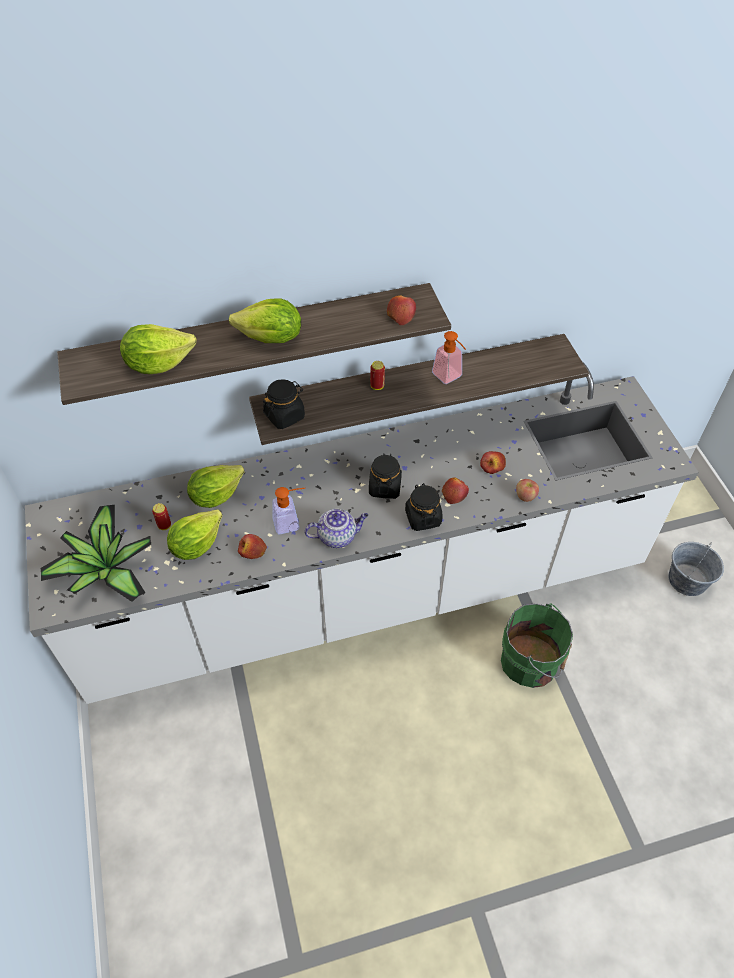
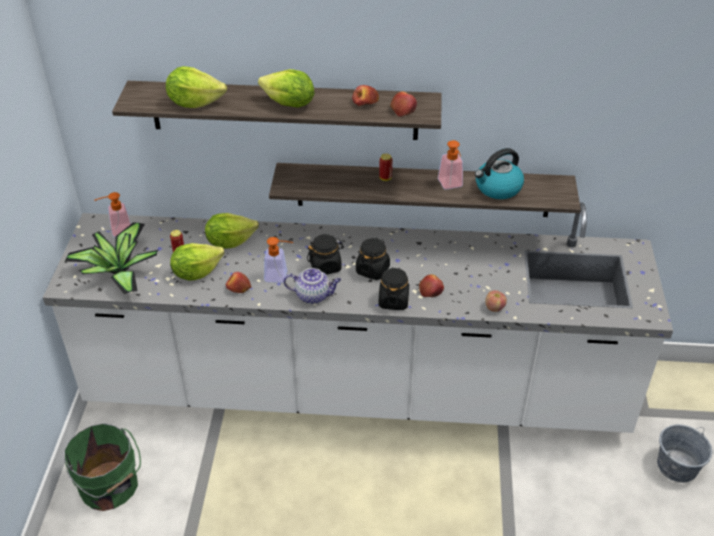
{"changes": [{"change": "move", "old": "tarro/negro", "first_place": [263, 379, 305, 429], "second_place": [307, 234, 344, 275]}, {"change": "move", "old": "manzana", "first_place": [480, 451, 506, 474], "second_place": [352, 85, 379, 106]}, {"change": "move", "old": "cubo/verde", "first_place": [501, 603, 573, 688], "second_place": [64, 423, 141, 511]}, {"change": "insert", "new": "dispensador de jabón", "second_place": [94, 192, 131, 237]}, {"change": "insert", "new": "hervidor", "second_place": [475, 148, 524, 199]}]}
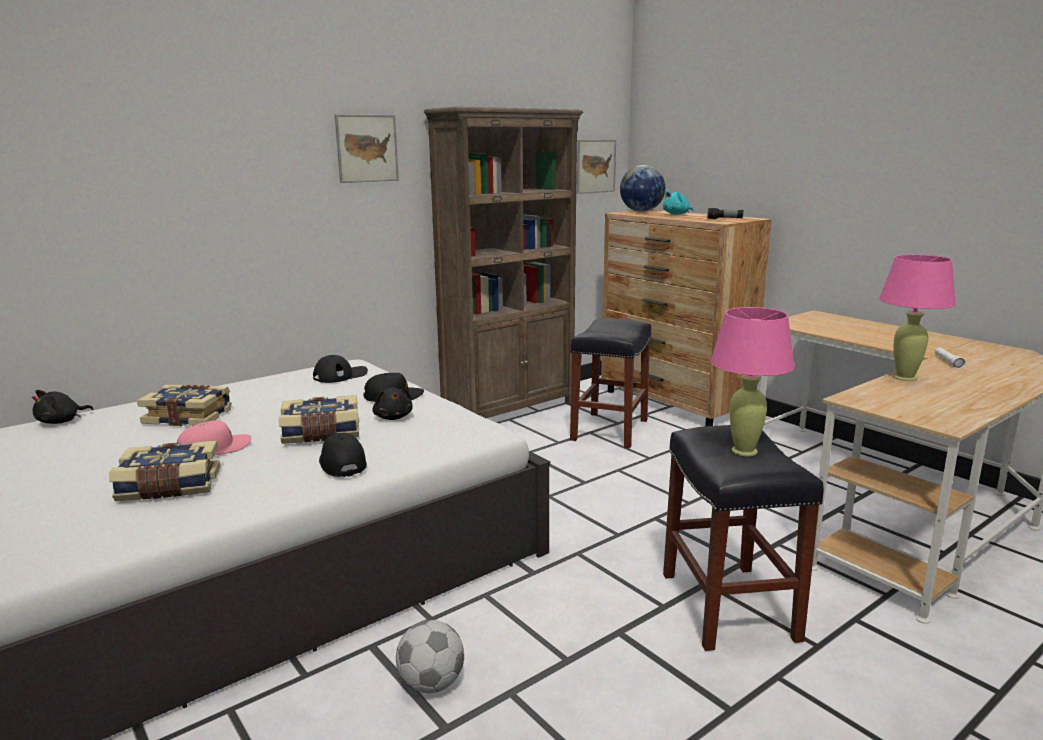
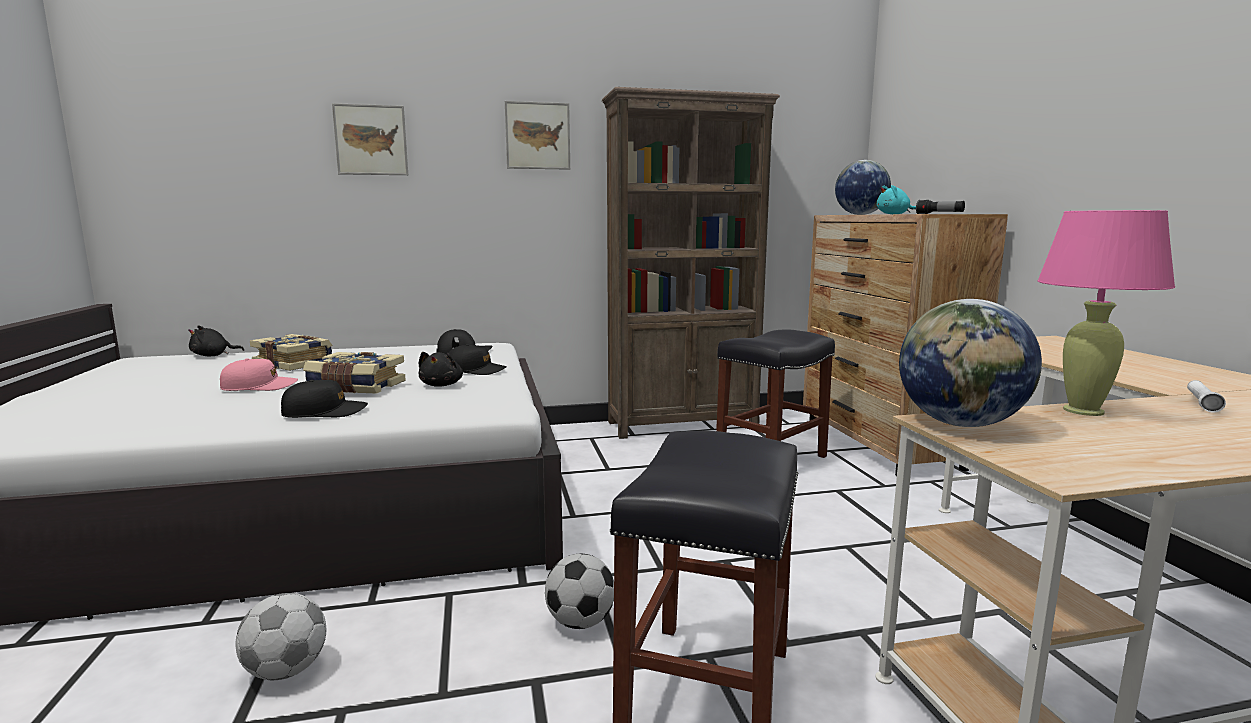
{"changes": [{"change": "delete", "old": "libro", "first_place": [109, 441, 221, 501]}, {"change": "rotate", "old": "gorra/negro", "first_place": [319, 433, 367, 477], "second_place": [281, 380, 368, 418], "degrees": 75}, {"change": "move", "old": "cuadro", "first_place": [577, 140, 616, 194], "second_place": [332, 103, 408, 175]}, {"change": "delete", "old": "lámpara de mesa/rosa", "first_place": [711, 307, 795, 456]}, {"change": "insert", "new": "balón de fútbol", "second_place": [545, 554, 614, 629]}, {"change": "insert", "new": "globo terráqueo", "second_place": [899, 299, 1042, 427]}]}
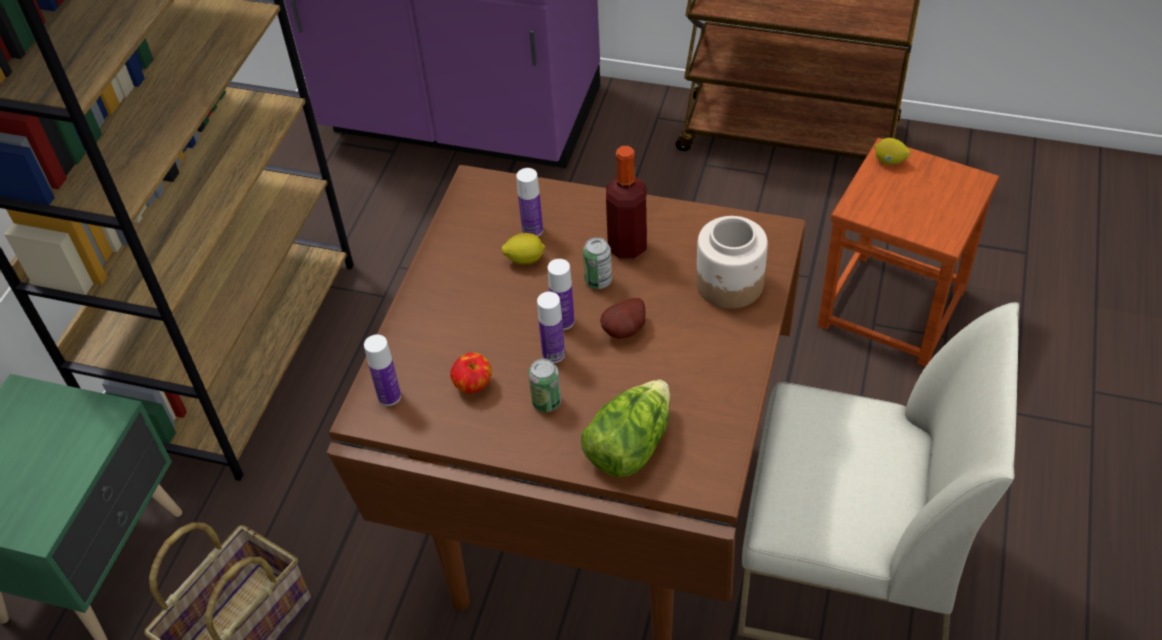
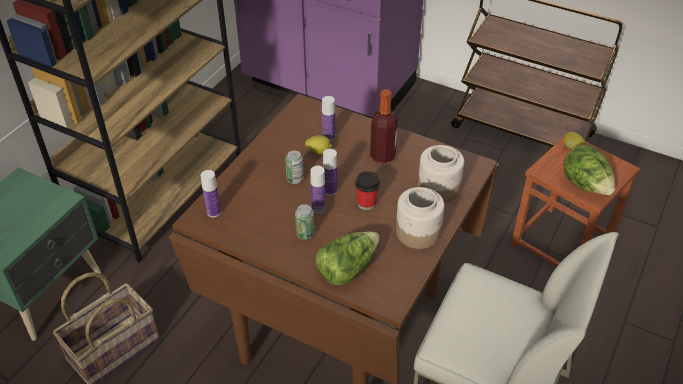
{"changes": [{"change": "delete", "old": "manzana", "first_place": [450, 352, 492, 394]}, {"change": "move", "old": "lata", "first_place": [583, 237, 612, 289], "second_place": [285, 151, 304, 184]}, {"change": "replace", "old": "patata", "new": "taza", "first_place": [600, 298, 645, 339], "second_place": [355, 171, 380, 210]}, {"change": "insert", "new": "tarro", "second_place": [396, 187, 444, 249]}, {"change": "insert", "new": "lechuga", "second_place": [564, 144, 615, 195]}]}
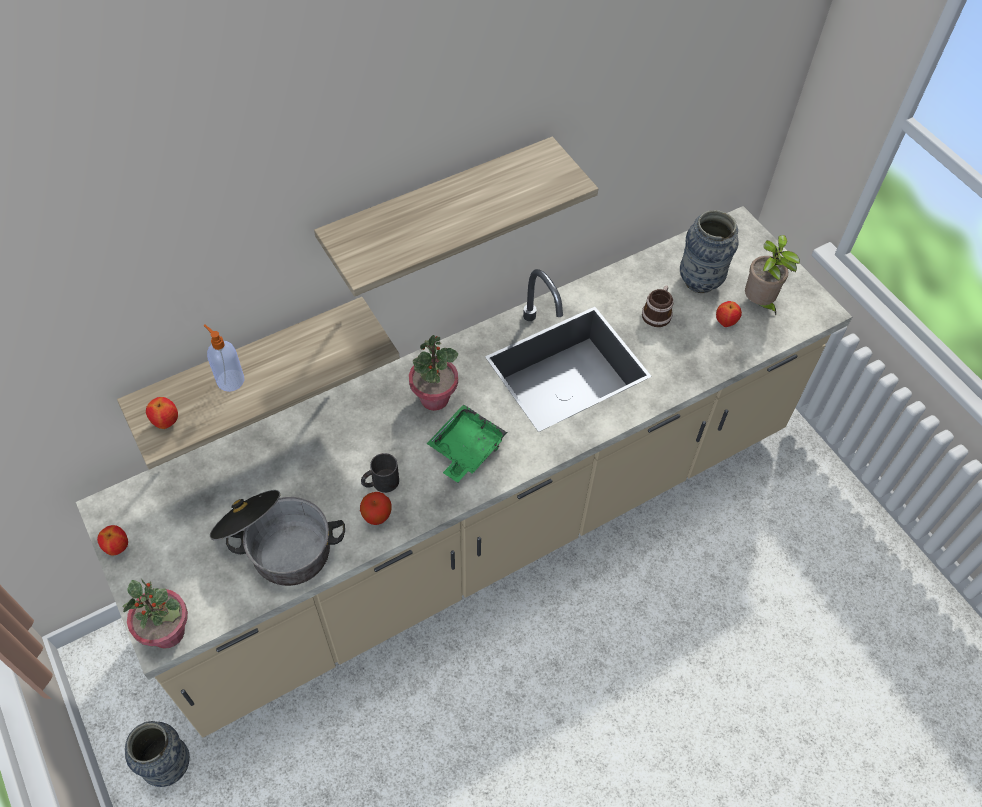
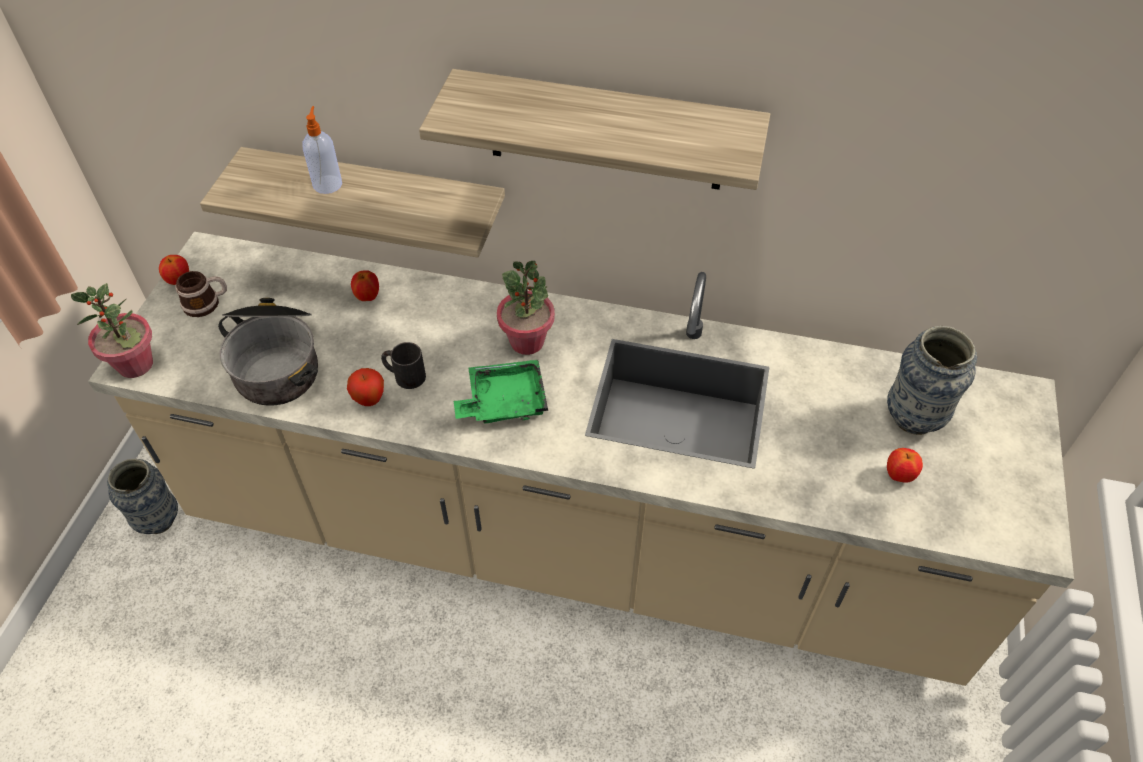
{"changes": [{"change": "move", "old": "manzana", "first_place": [146, 397, 178, 429], "second_place": [351, 270, 379, 301]}, {"change": "move", "old": "taza grande", "first_place": [642, 285, 674, 327], "second_place": [176, 271, 227, 317]}, {"change": "delete", "old": "planta en maceta", "first_place": [745, 235, 800, 315]}]}
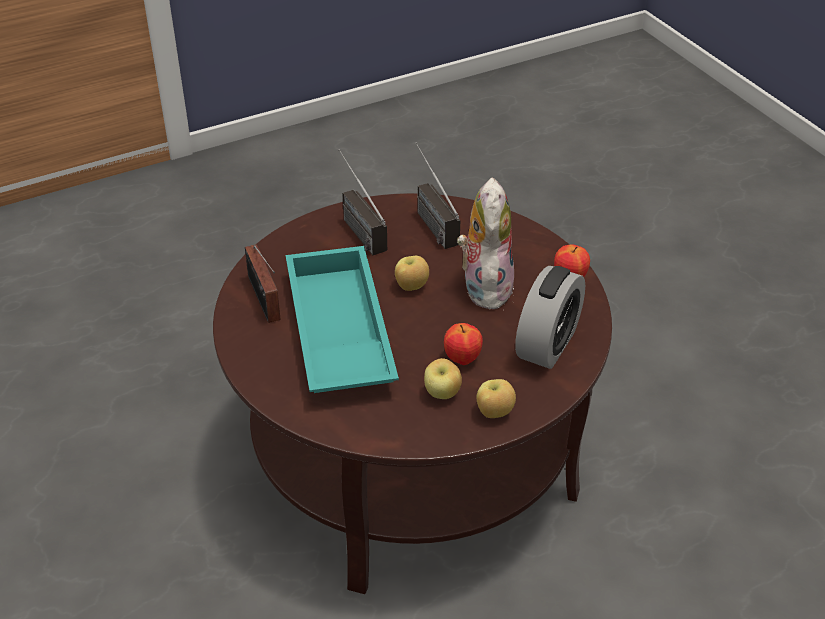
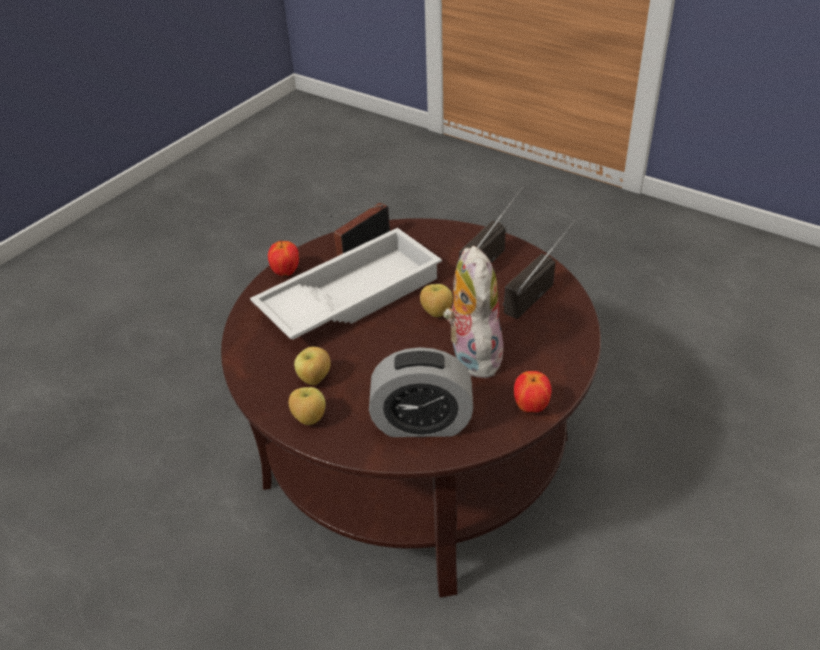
{"changes": [{"change": "recolor", "old": "bandeja/turquesa", "new": "bandeja/blanco", "first_place": [286, 246, 399, 393], "second_place": [250, 228, 442, 340]}, {"change": "move", "old": "manzana", "first_place": [444, 323, 483, 365], "second_place": [268, 240, 299, 276]}, {"change": "rotate", "old": "peluche", "first_place": [457, 177, 514, 309], "second_place": [443, 246, 503, 378], "degrees": -75}]}
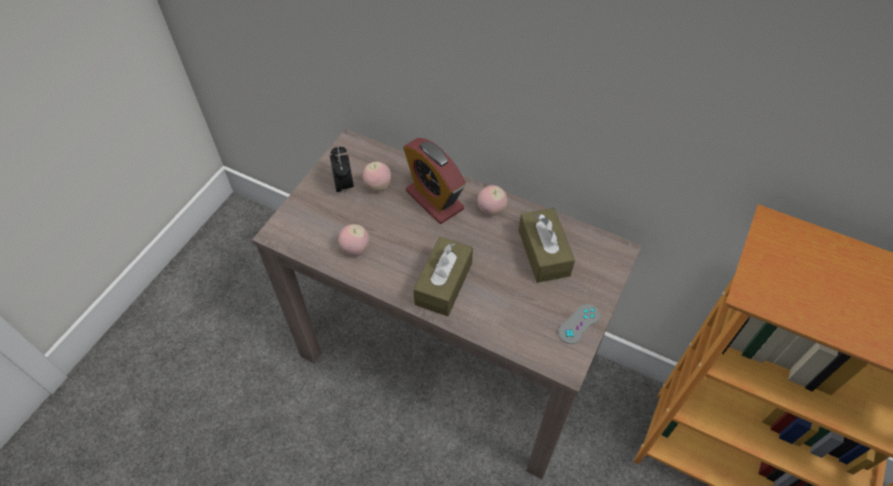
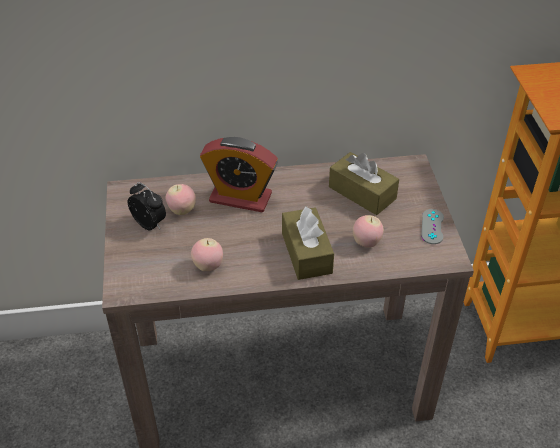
{"changes": [{"change": "move", "old": "manzana", "first_place": [478, 185, 507, 216], "second_place": [353, 215, 384, 248]}]}
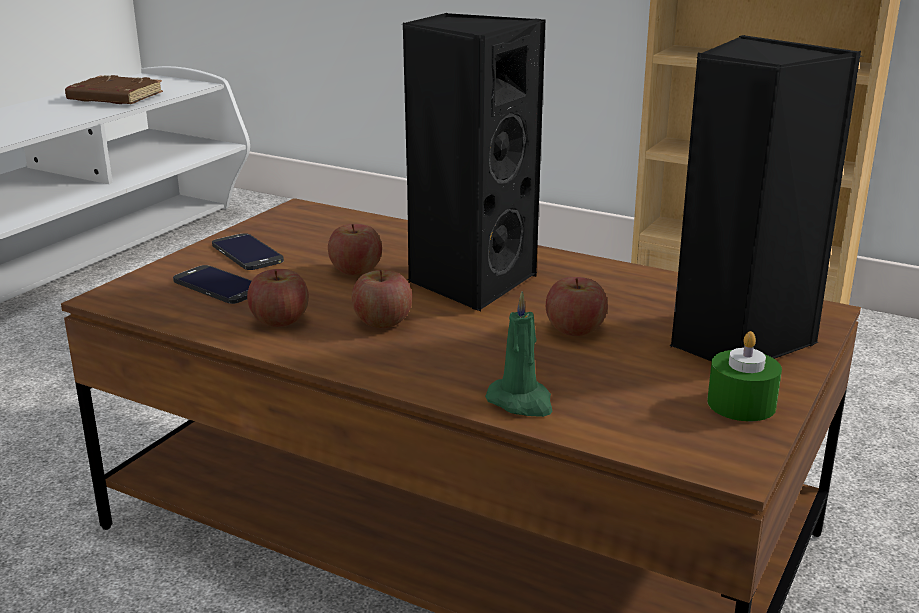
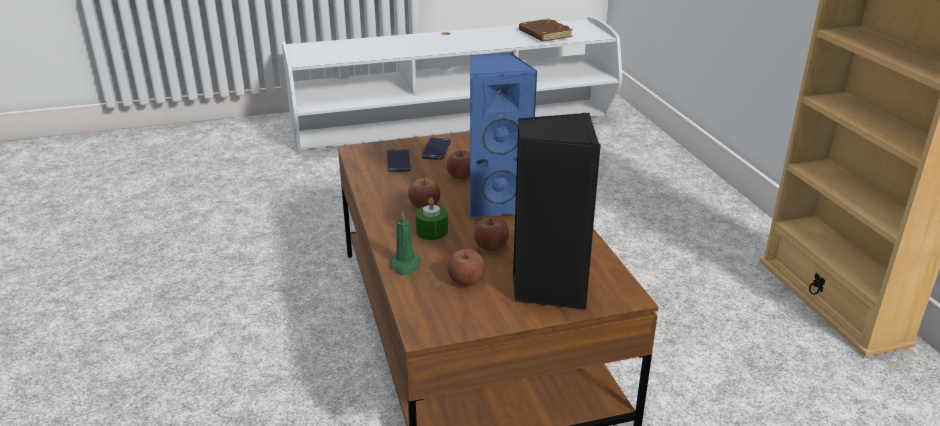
{"changes": [{"change": "move", "old": "manzana", "first_place": [247, 269, 309, 327], "second_place": [447, 249, 485, 286]}, {"change": "recolor", "old": "altavoz/negro", "new": "altavoz/azul", "first_place": [401, 13, 545, 312], "second_place": [470, 52, 538, 218]}, {"change": "move", "old": "vela/verde", "first_place": [707, 331, 782, 421], "second_place": [415, 198, 448, 240]}]}
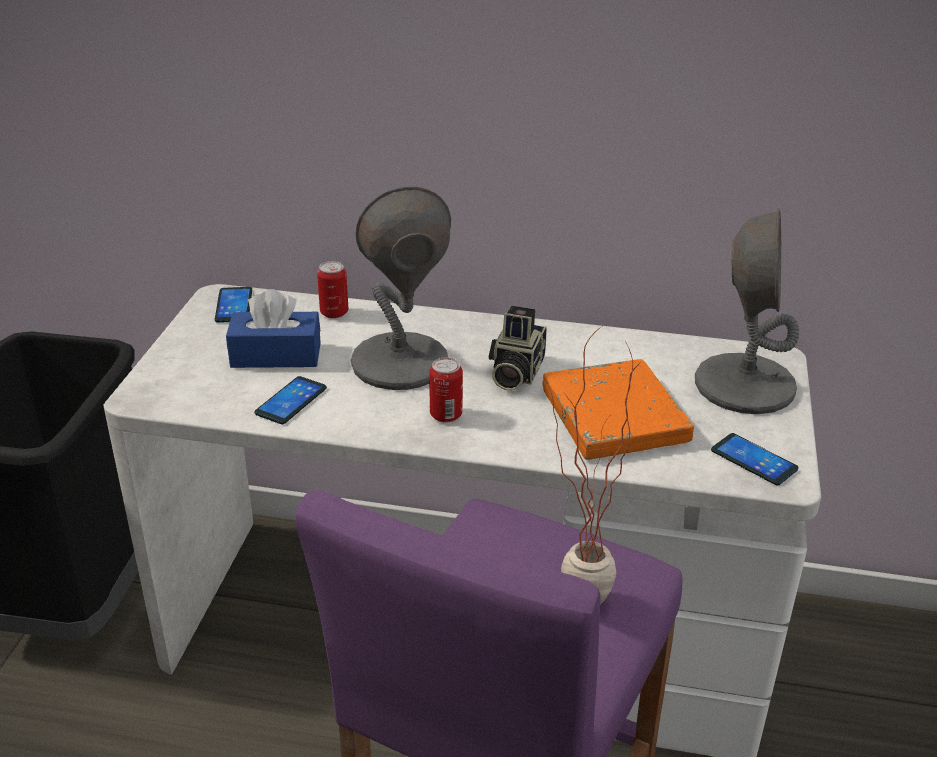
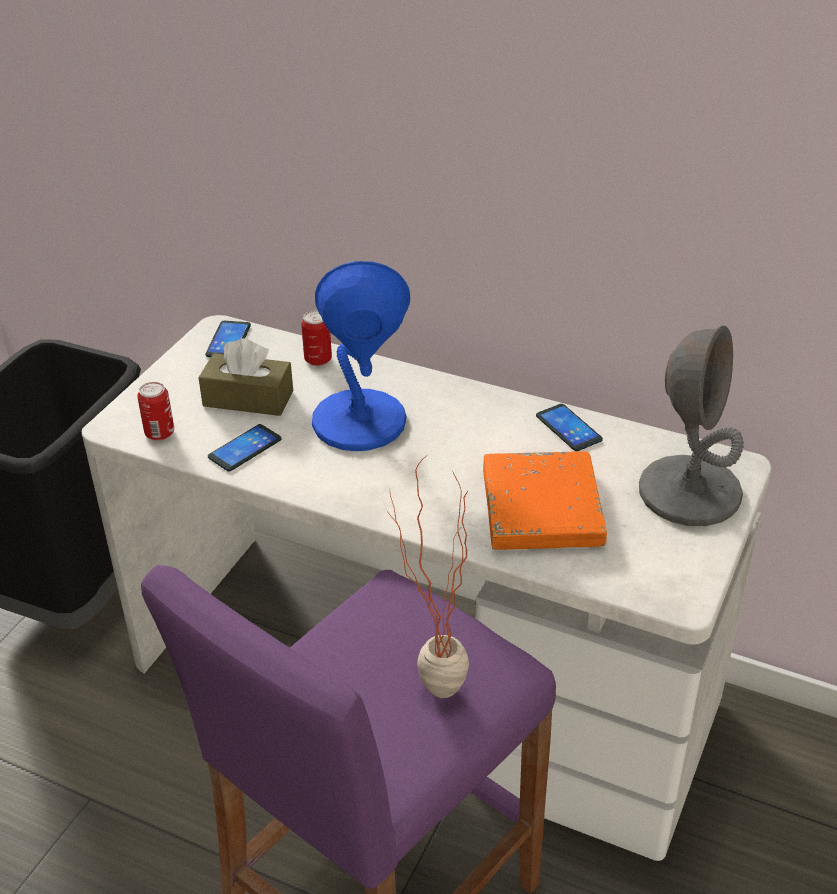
{"changes": [{"change": "recolor", "old": "caja de pañuelos/azul", "new": "caja de pañuelos/marrón", "first_place": [226, 289, 321, 368], "second_place": [199, 338, 293, 416]}, {"change": "recolor", "old": "lámpara de mesa/gris", "new": "lámpara de mesa/azul", "first_place": [351, 187, 451, 390], "second_place": [312, 261, 410, 451]}, {"change": "move", "old": "lata", "first_place": [429, 357, 463, 423], "second_place": [137, 382, 174, 441]}, {"change": "delete", "old": "cámara", "first_place": [489, 306, 547, 391]}, {"change": "move", "old": "móvil", "first_place": [711, 433, 799, 486], "second_place": [536, 404, 603, 451]}]}
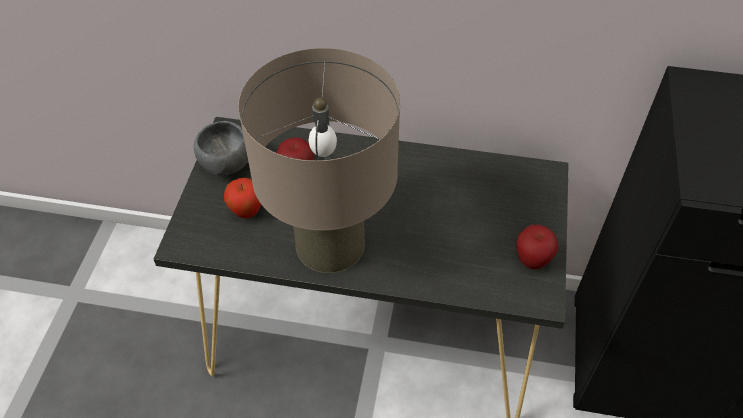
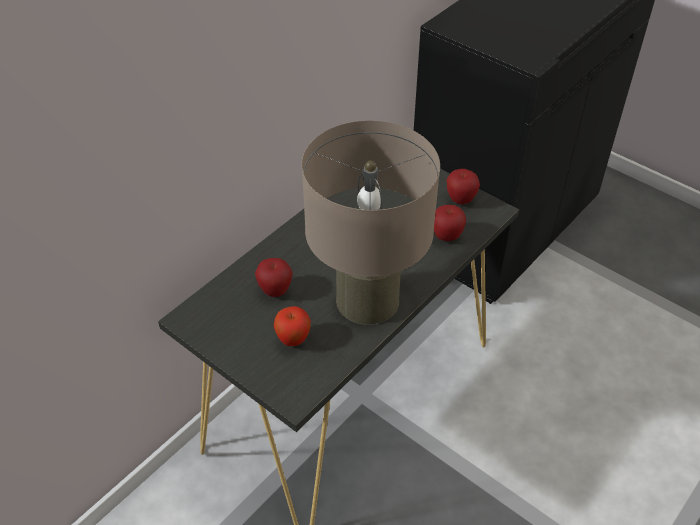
{"changes": [{"change": "delete", "old": "cuenco/gris", "first_place": [194, 121, 248, 176]}, {"change": "insert", "new": "manzana", "second_place": [434, 205, 466, 241]}]}
